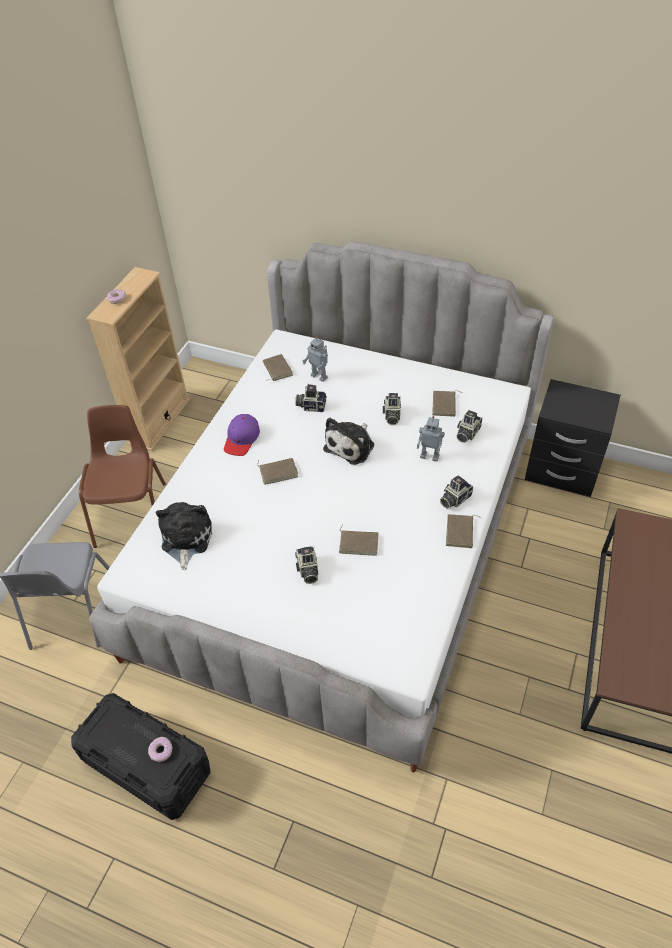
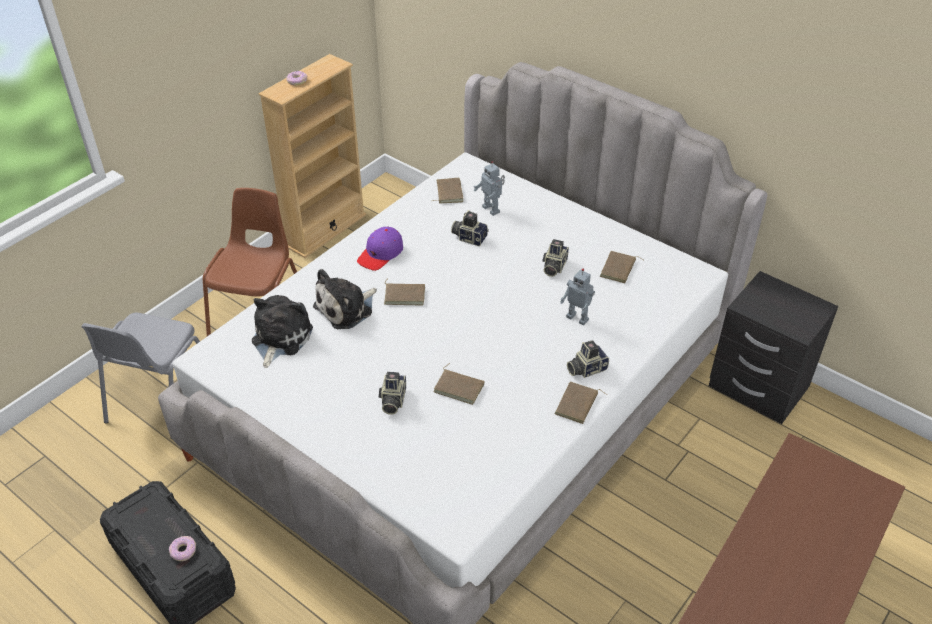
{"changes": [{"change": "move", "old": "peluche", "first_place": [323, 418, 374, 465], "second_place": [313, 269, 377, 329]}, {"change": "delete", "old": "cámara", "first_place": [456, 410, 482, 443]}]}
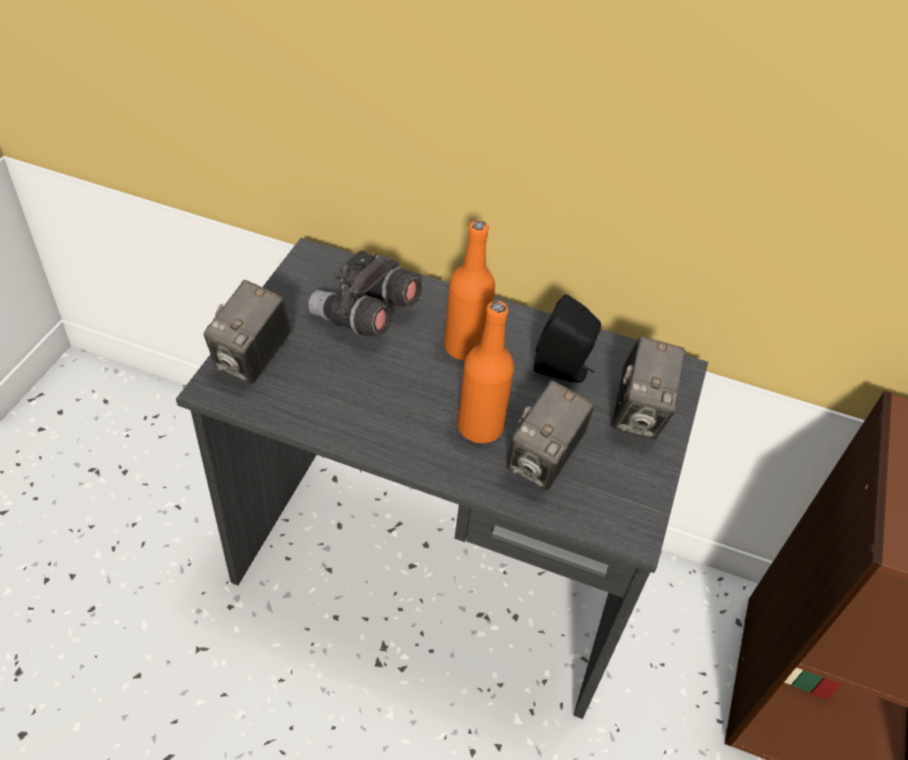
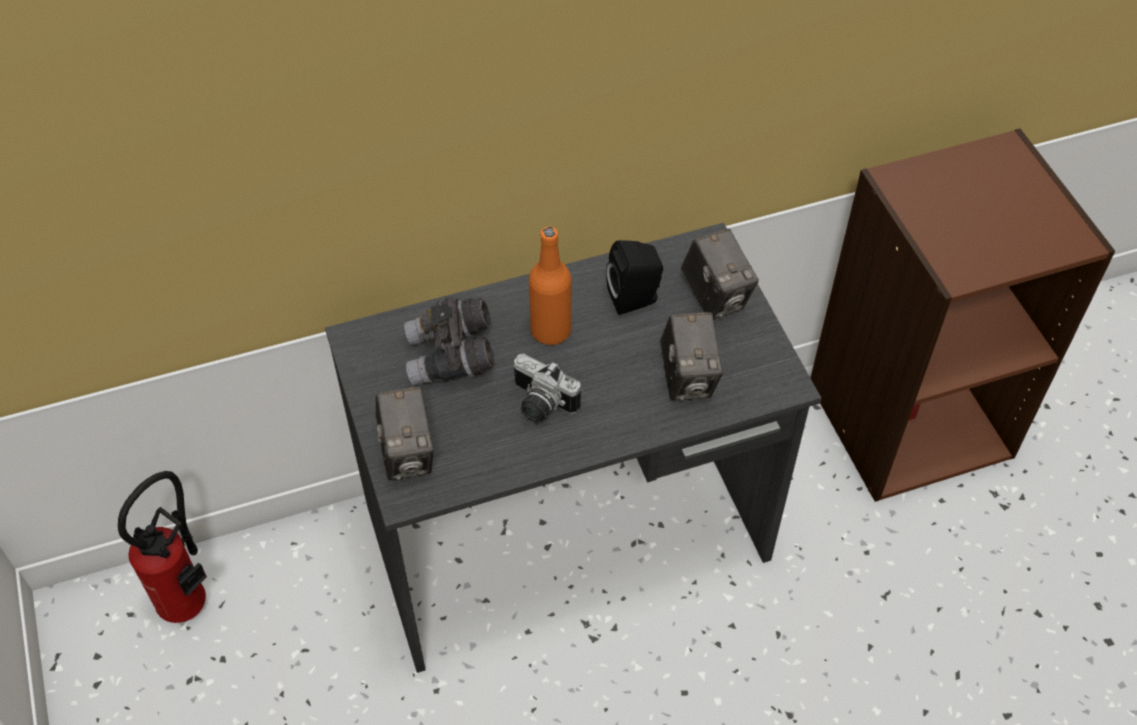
{"changes": [{"change": "delete", "old": "botella/naranja", "first_place": [458, 301, 514, 443]}, {"change": "insert", "new": "extintor", "second_place": [118, 471, 207, 623]}, {"change": "insert", "new": "cámara", "second_place": [513, 354, 581, 423]}]}
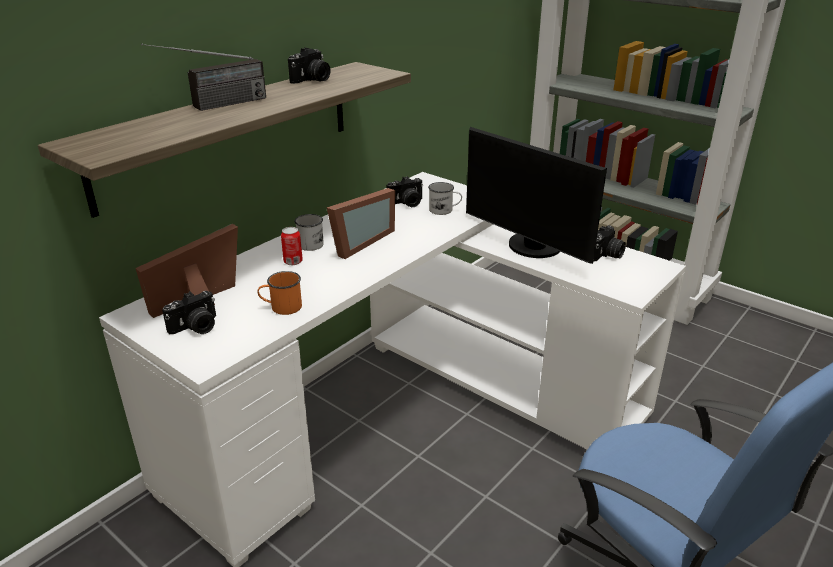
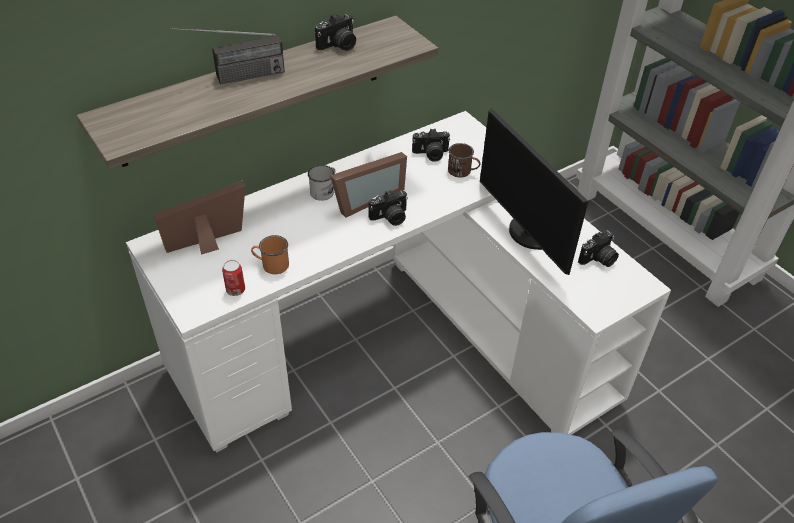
{"changes": [{"change": "move", "old": "cámara", "first_place": [162, 291, 216, 334], "second_place": [368, 190, 408, 226]}, {"change": "move", "old": "lata", "first_place": [281, 227, 303, 265], "second_place": [222, 260, 245, 296]}, {"change": "recolor", "old": "taza grande/blanco", "new": "taza grande/marrón", "first_place": [428, 182, 462, 215], "second_place": [448, 143, 480, 178]}]}
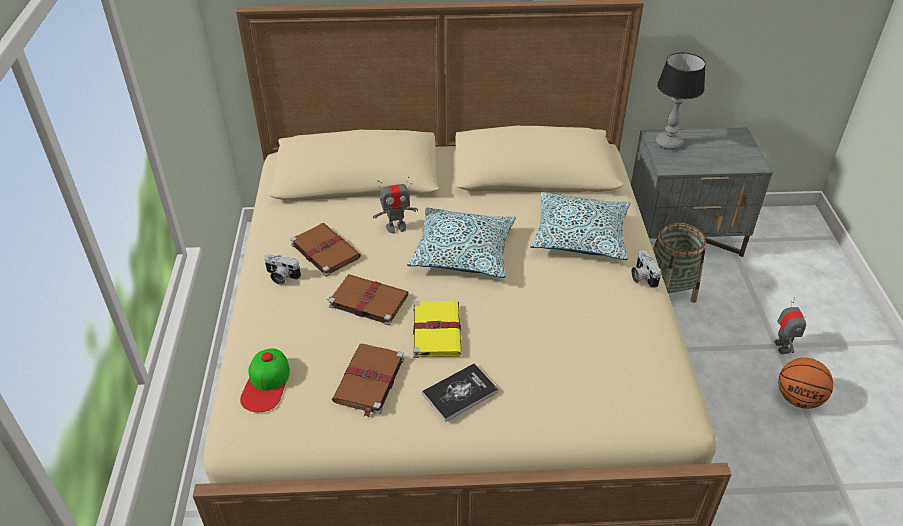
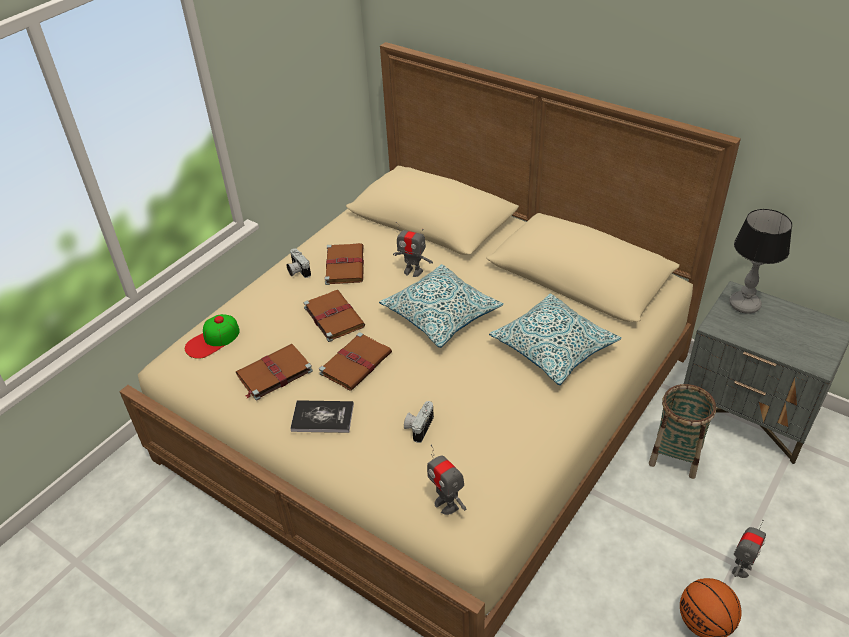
{"changes": [{"change": "recolor", "old": "libro/amarillo", "new": "libro/marrón", "first_place": [413, 301, 462, 358], "second_place": [319, 332, 392, 391]}, {"change": "move", "old": "cámara", "first_place": [631, 250, 662, 288], "second_place": [404, 401, 434, 443]}, {"change": "insert", "new": "robot de juguete", "second_place": [427, 444, 466, 515]}]}
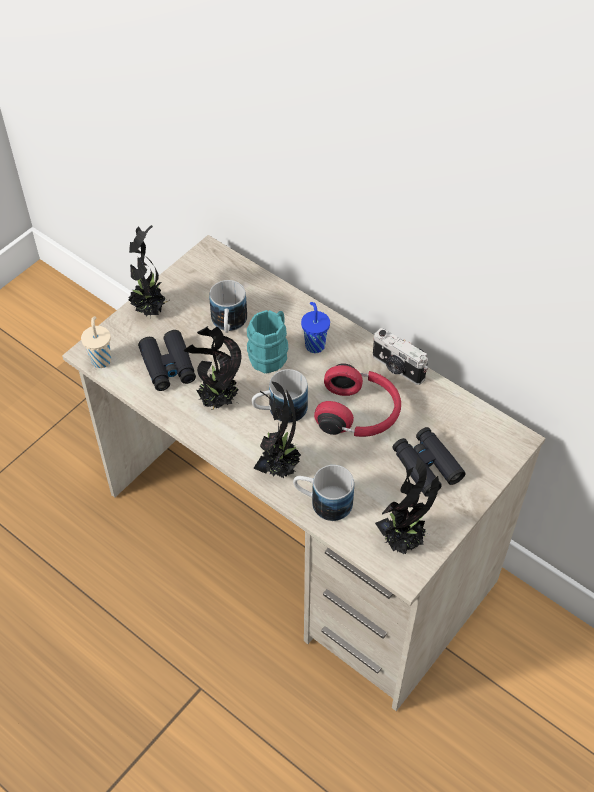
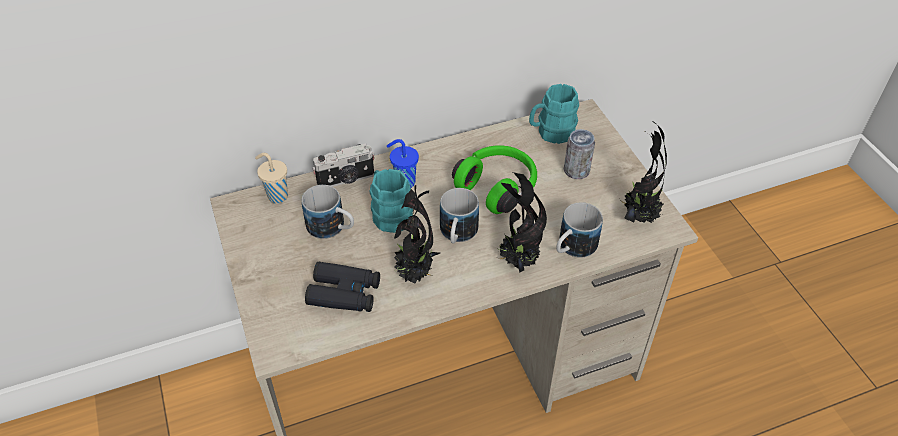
{"changes": [{"change": "move", "old": "taza/beis", "first_place": [81, 316, 111, 368], "second_place": [255, 153, 288, 204]}, {"change": "delete", "old": "planta en maceta", "first_place": [128, 225, 170, 318]}, {"change": "recolor", "old": "auriculares/rojo", "new": "auriculares/verde", "first_place": [314, 363, 401, 437], "second_place": [452, 145, 537, 214]}, {"change": "move", "old": "cámara", "first_place": [373, 328, 428, 385], "second_place": [312, 143, 375, 187]}, {"change": "replace", "old": "prismáticos/negro", "new": "lata", "first_place": [392, 427, 465, 497], "second_place": [564, 129, 595, 179]}, {"change": "insert", "new": "taza grande/turquesa", "second_place": [529, 84, 579, 144]}]}
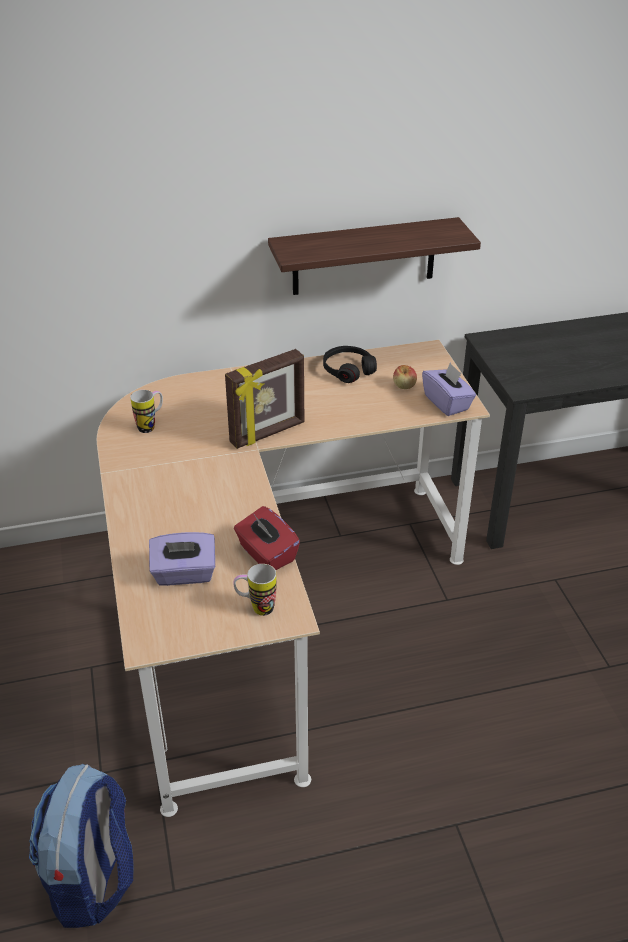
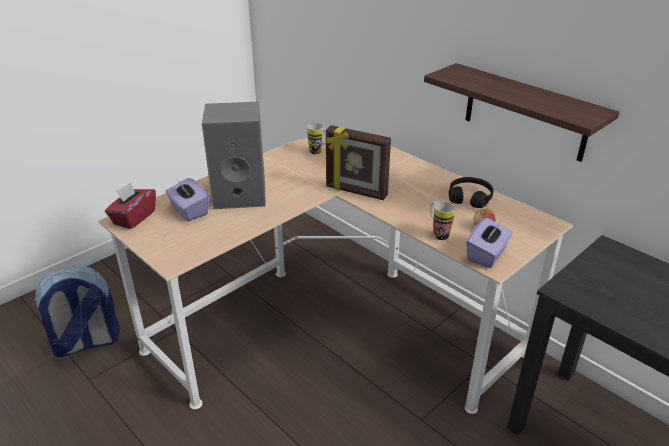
{"changes": [{"change": "move", "old": "caja de pañuelos/rojo", "first_place": [234, 506, 300, 570], "second_place": [105, 182, 156, 229]}, {"change": "move", "old": "taza grande", "first_place": [234, 564, 276, 616], "second_place": [430, 201, 455, 240]}, {"change": "insert", "new": "altavoz/gris", "second_place": [202, 101, 266, 209]}]}
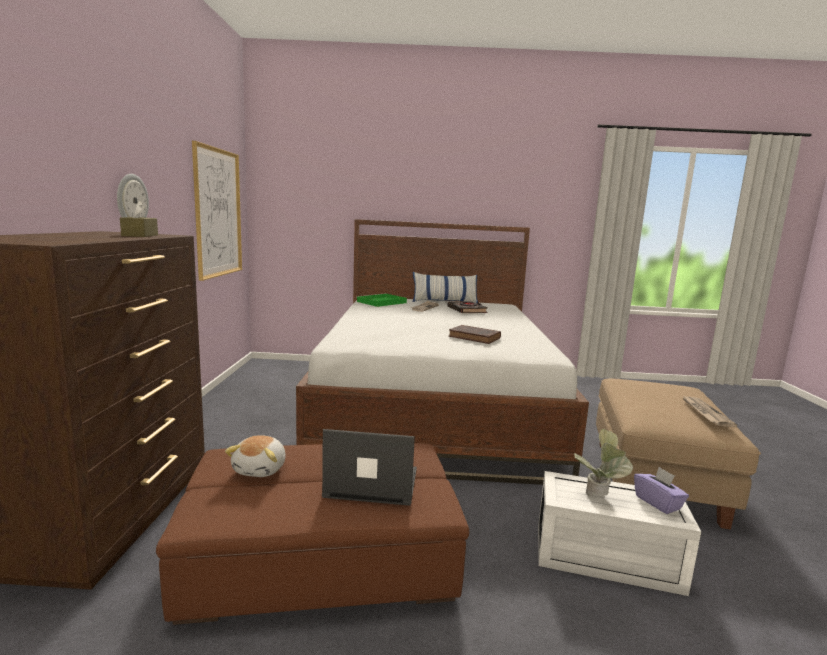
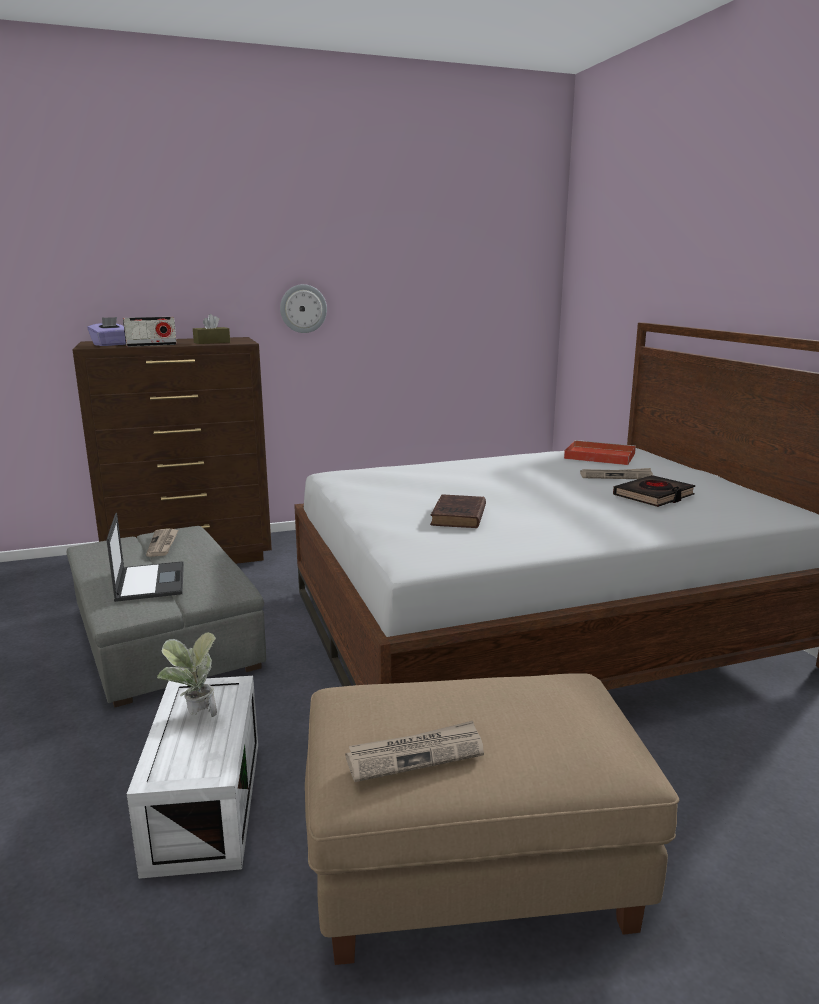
{"changes": [{"change": "recolor", "old": "puf/marrón", "new": "puf/gris", "first_place": [156, 443, 469, 625], "second_place": [67, 526, 266, 707]}, {"change": "delete", "old": "cuadro", "first_place": [192, 141, 242, 281]}, {"change": "replace", "old": "peluche", "new": "periódico", "first_place": [225, 435, 286, 477], "second_place": [146, 529, 178, 557]}, {"change": "recolor", "old": "bandeja/verde", "new": "bandeja/rojo", "first_place": [356, 293, 407, 307], "second_place": [564, 440, 636, 465]}, {"change": "delete", "old": "cojín", "first_place": [413, 272, 478, 303]}, {"change": "move", "old": "caja de pañuelos/morado", "first_place": [634, 467, 689, 514], "second_place": [88, 317, 126, 346]}, {"change": "insert", "new": "radio", "second_place": [123, 317, 177, 347]}]}
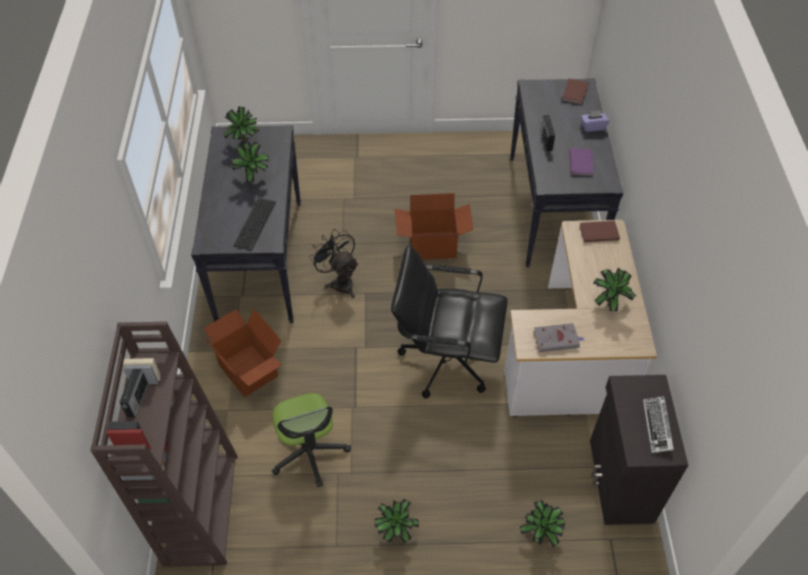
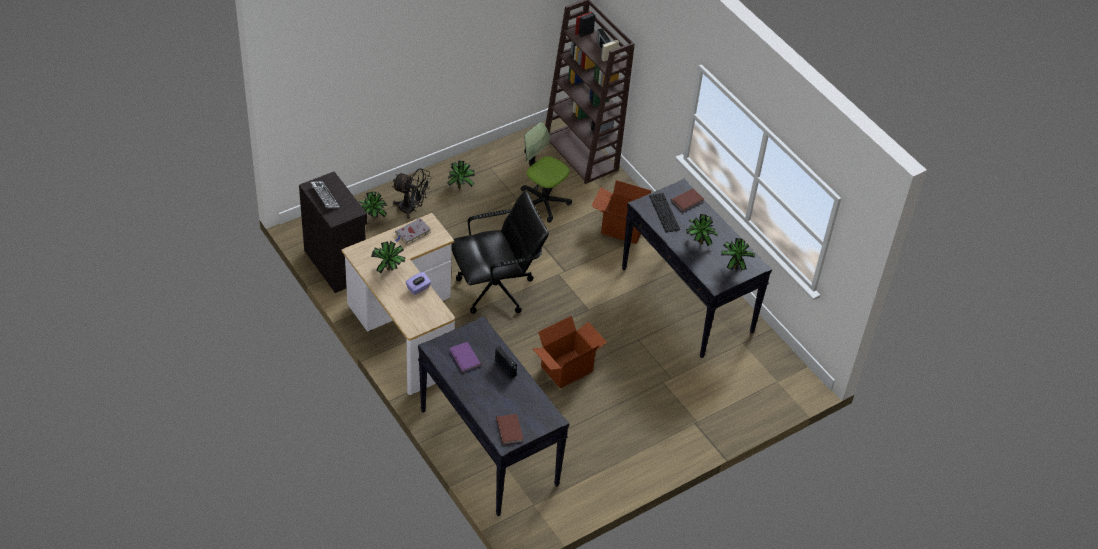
{"changes": [{"change": "move", "old": "ventilador/negro", "first_place": [309, 229, 359, 298], "second_place": [392, 168, 432, 219]}, {"change": "move", "old": "libro/marrón", "first_place": [579, 221, 620, 242], "second_place": [671, 189, 704, 212]}, {"change": "move", "old": "caja de pañuelos/morado", "first_place": [581, 110, 609, 132], "second_place": [406, 272, 431, 295]}]}
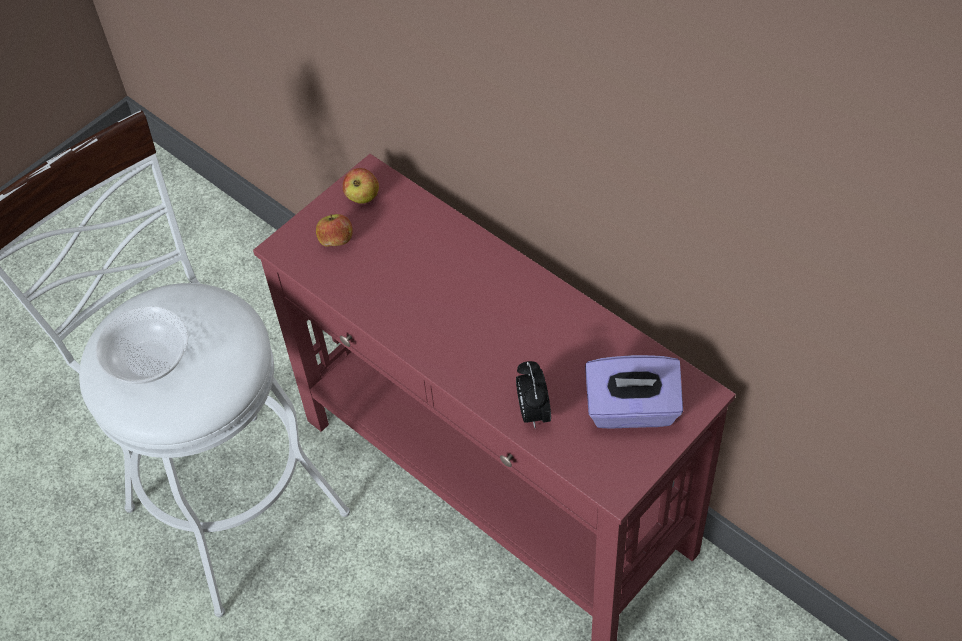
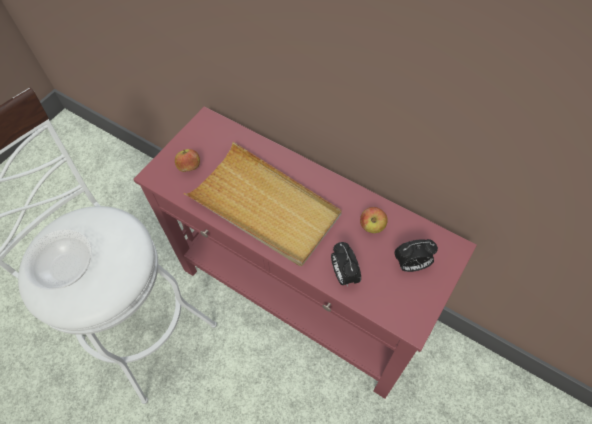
{"changes": [{"change": "move", "old": "manzana", "first_place": [343, 168, 379, 204], "second_place": [360, 207, 388, 233]}, {"change": "replace", "old": "caja de pañuelos/morado", "new": "despertador", "first_place": [585, 355, 683, 429], "second_place": [394, 239, 438, 272]}, {"change": "insert", "new": "bandeja/beis", "second_place": [183, 142, 342, 266]}]}
